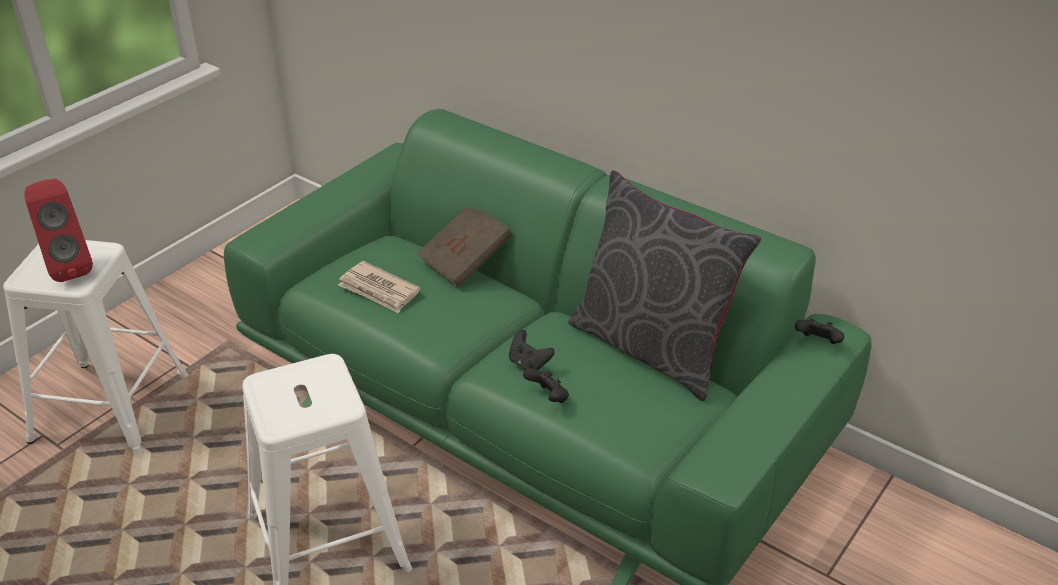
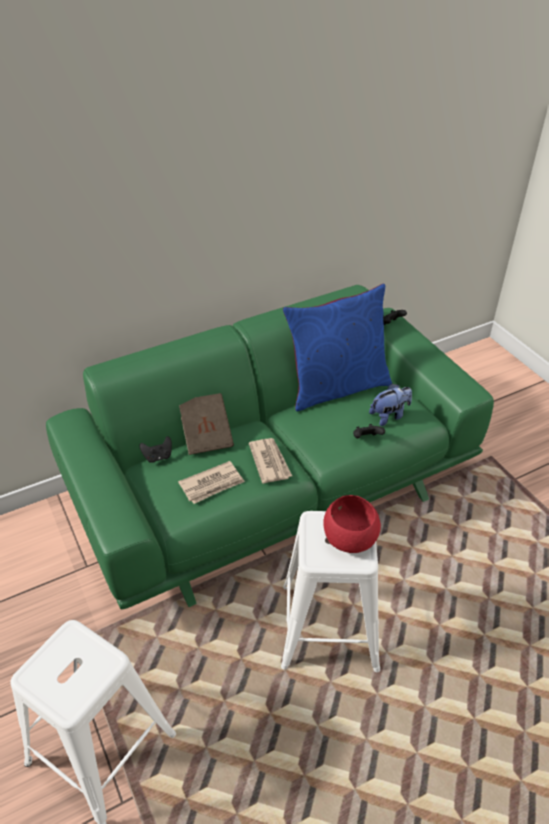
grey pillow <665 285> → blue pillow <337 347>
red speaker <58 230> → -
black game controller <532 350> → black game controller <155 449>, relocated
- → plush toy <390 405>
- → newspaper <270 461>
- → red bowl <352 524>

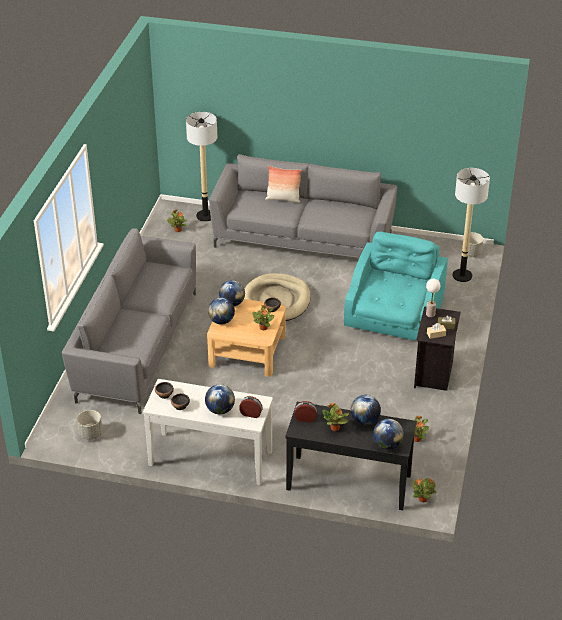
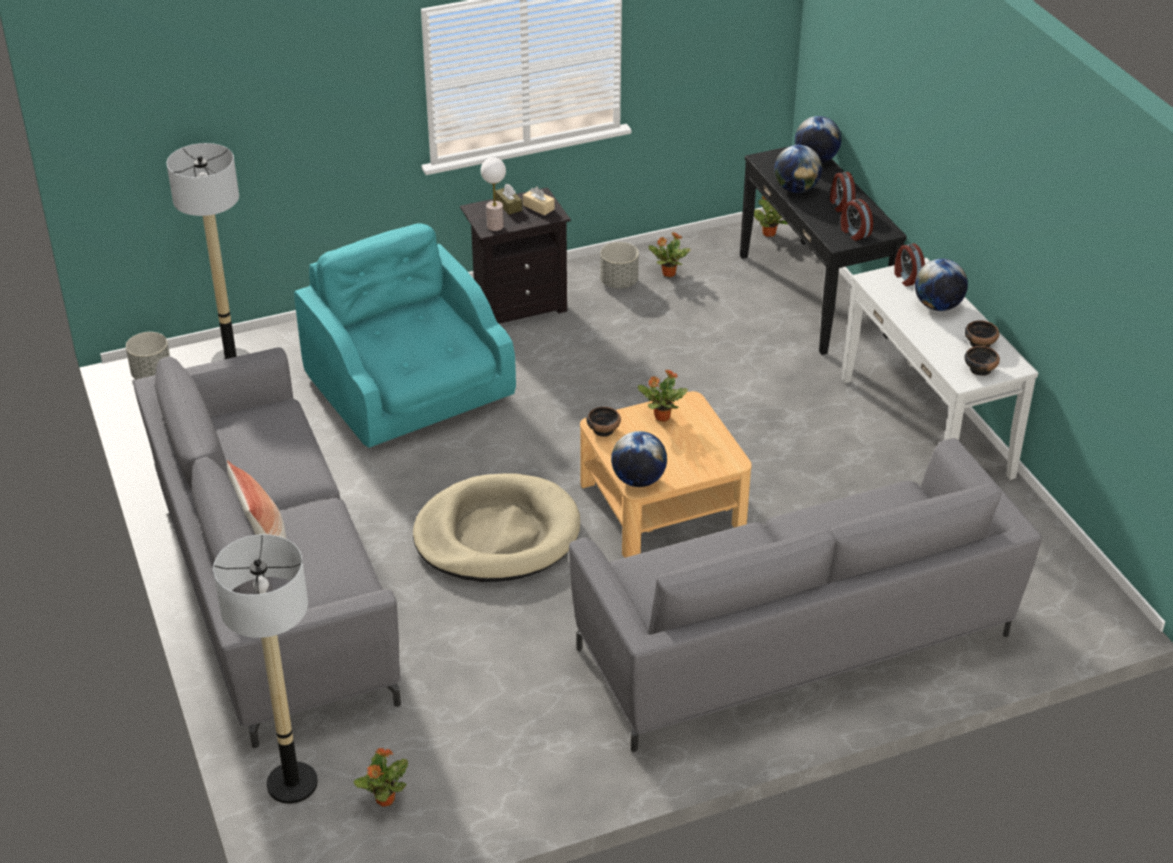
turquoise armchair <396 286> → turquoise armchair <405 335>, 75 degrees clockwise
globe <221 311> → -
potted plant <336 417> → alarm clock <842 192>
grey planter <90 425> → grey planter <619 265>, relocated

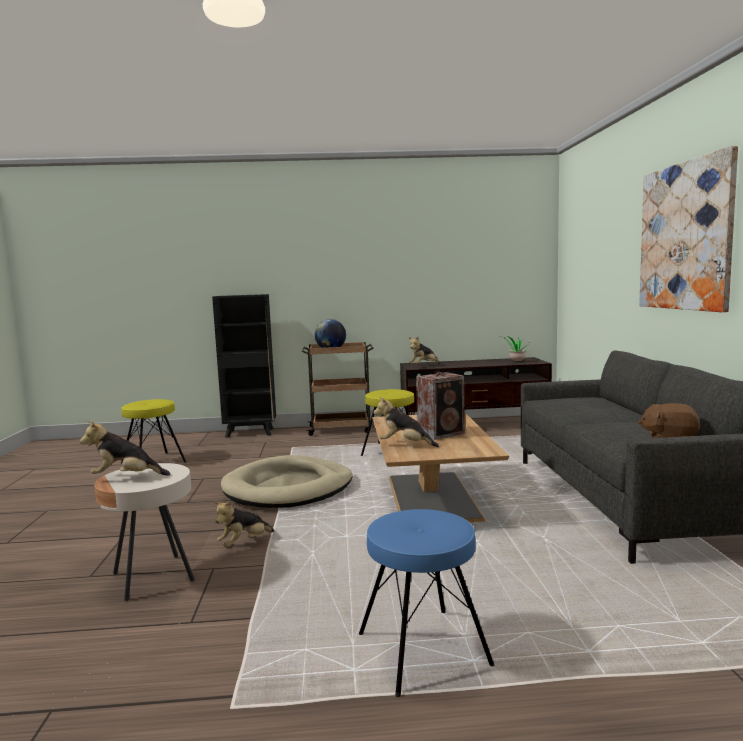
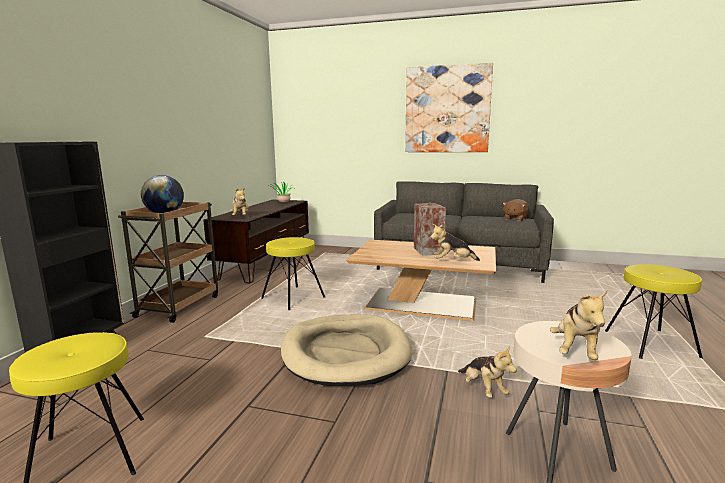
plush toy <406 422> → plush toy <455 242>, 45 degrees clockwise
blue stool <426 603> → yellow stool <654 311>

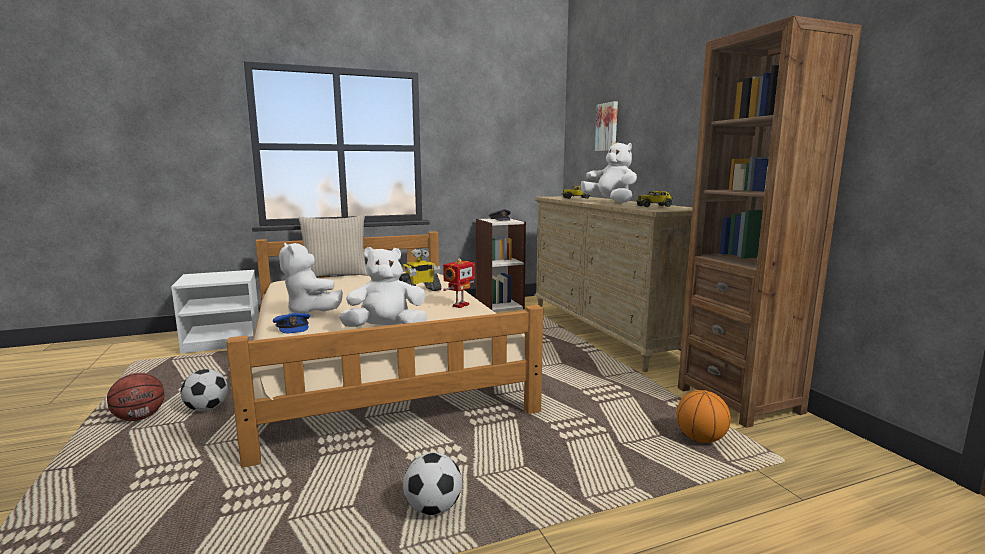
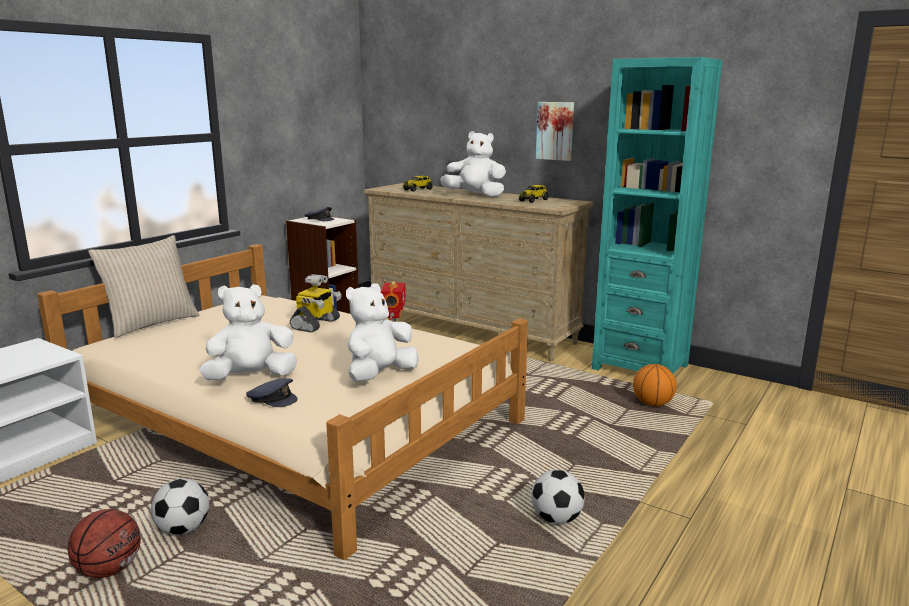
brown bookcase <770 222> → turquoise bookcase <657 215>
picture <606 126> → picture <555 131>, relocated
white plush toy <311 278> → white plush toy <248 332>, 135 degrees clockwise
blue cap <291 323> → grey cap <272 392>

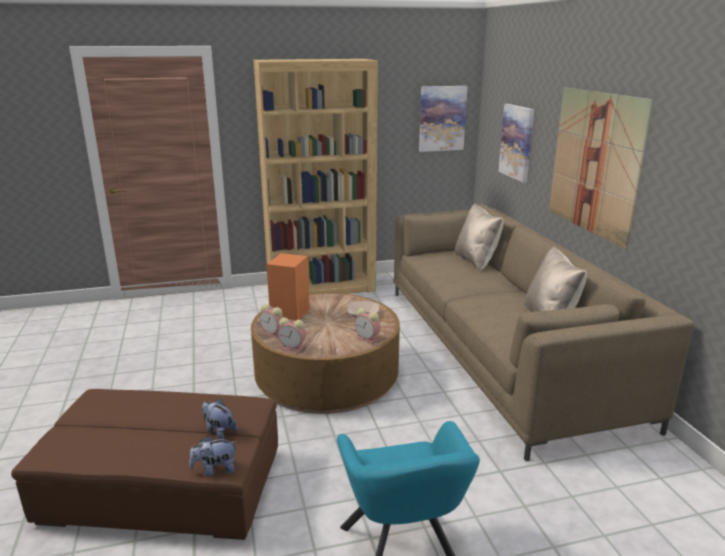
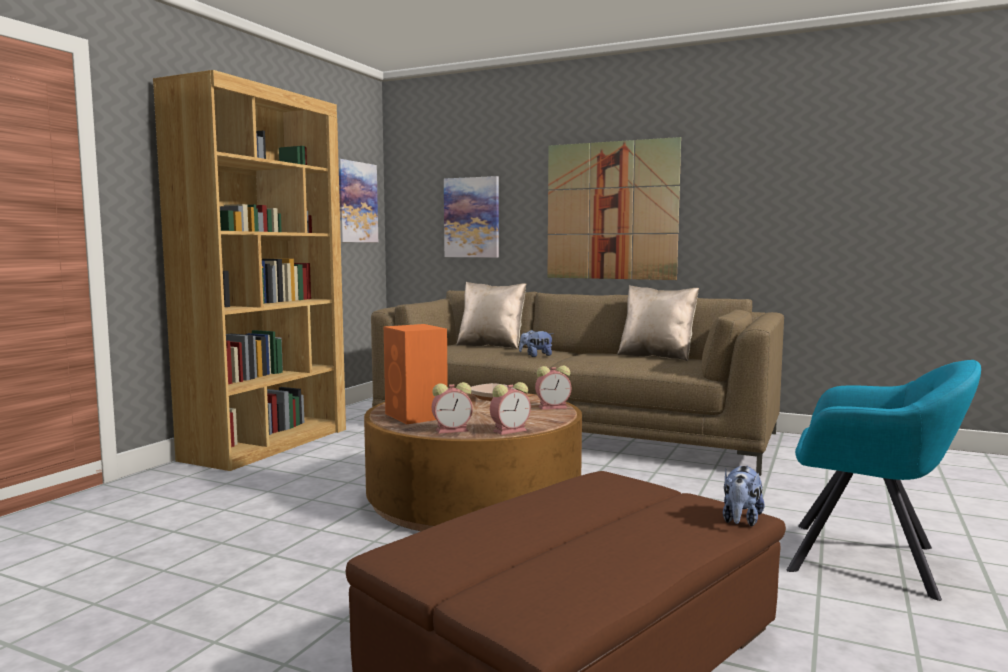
plush toy <219 419> → plush toy <536 343>, relocated

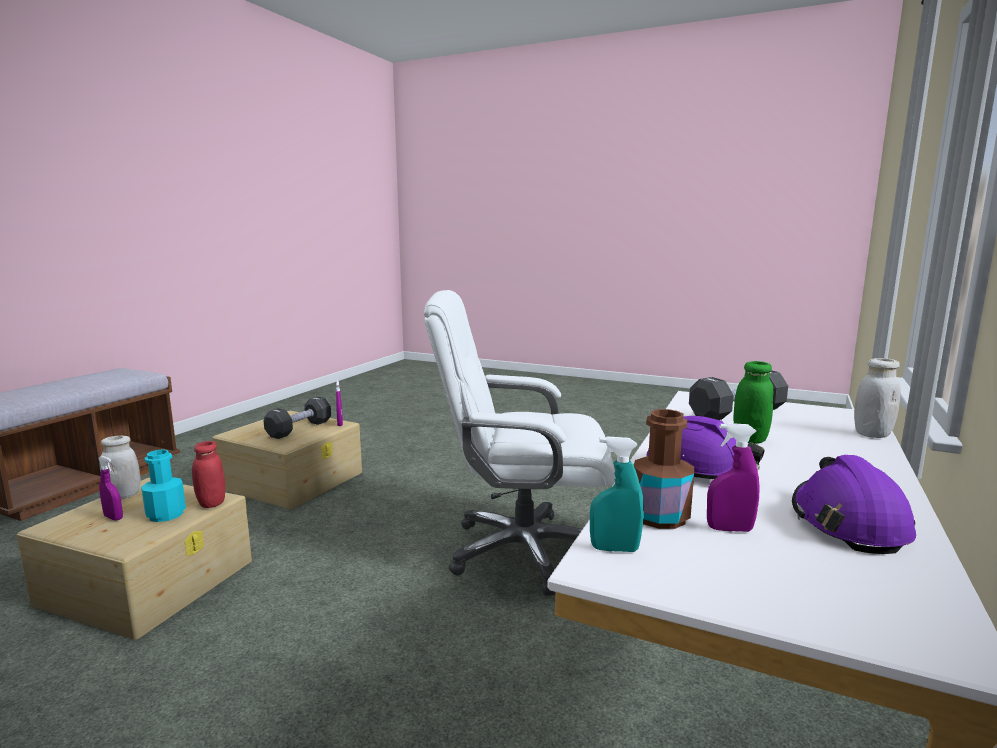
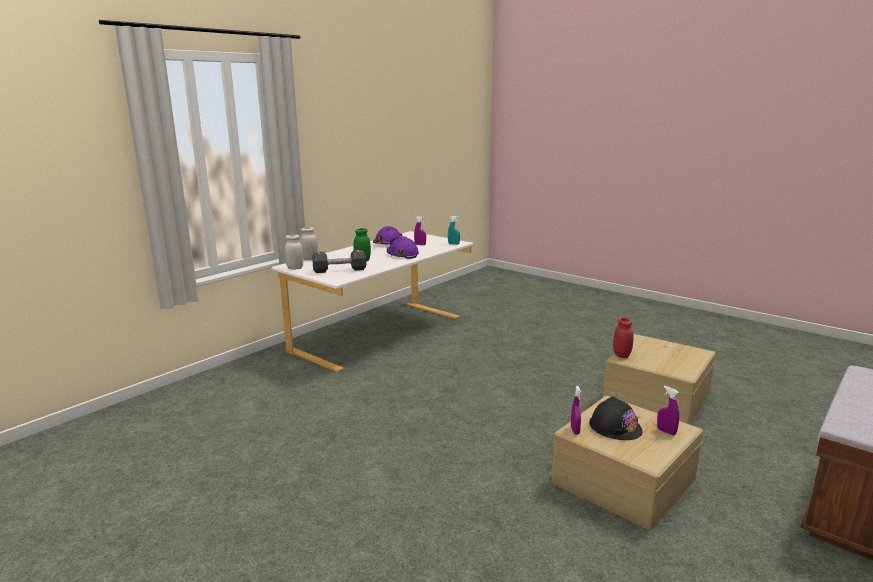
white office chair <519 443> → -
black dumbbell <297 417> → black hard hat <615 418>
brown bottle <664 469> → -
white jar <120 467> → white jar <294 252>, relocated
turquoise bottle <163 485> → -
purple spray bottle <110 488> → purple spray bottle <668 411>, relocated

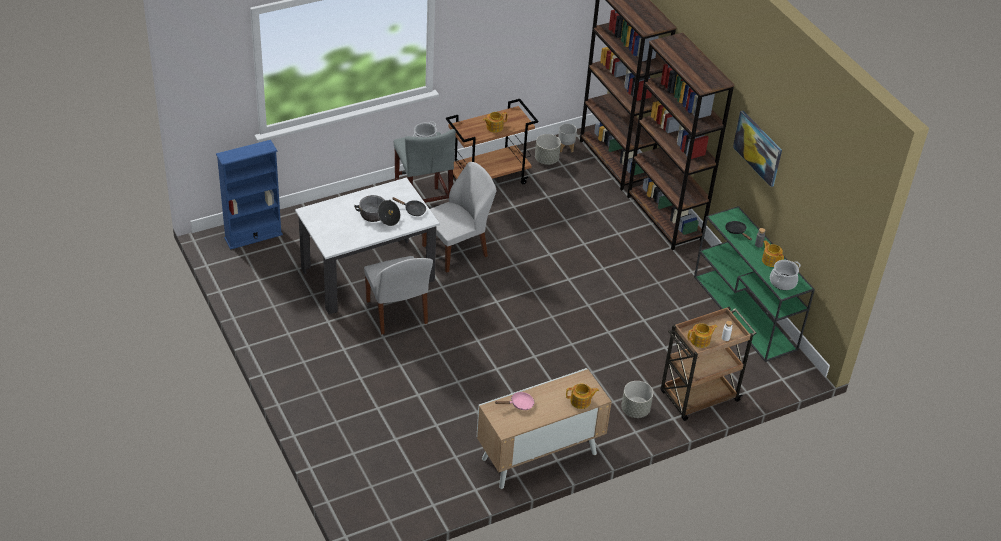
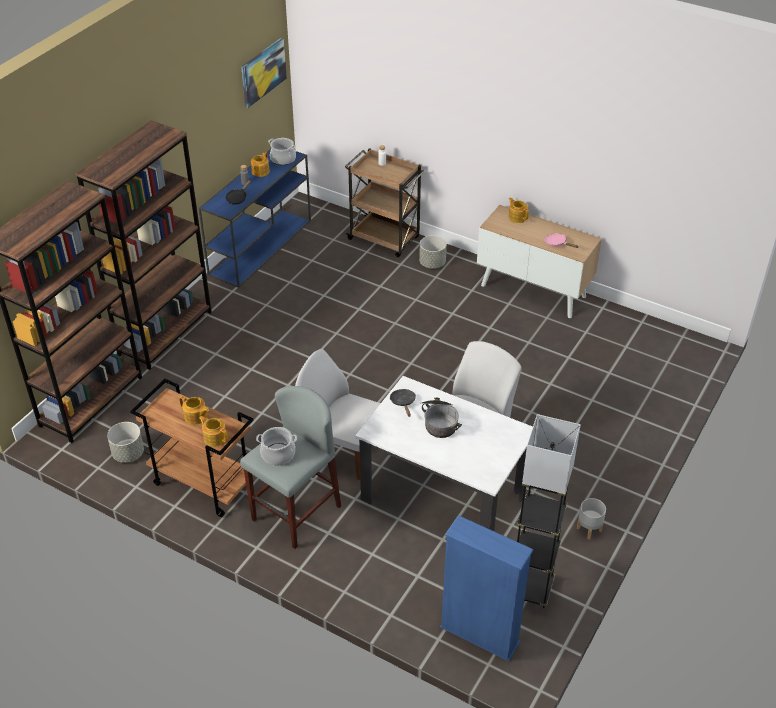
picture <757 149> → picture <264 73>, relocated
grey planter <567 138> → grey planter <591 518>, relocated
green console table <754 284> → blue console table <255 218>
teapot <702 335> → teapot <213 431>, relocated
- → grey floor lamp <549 511>

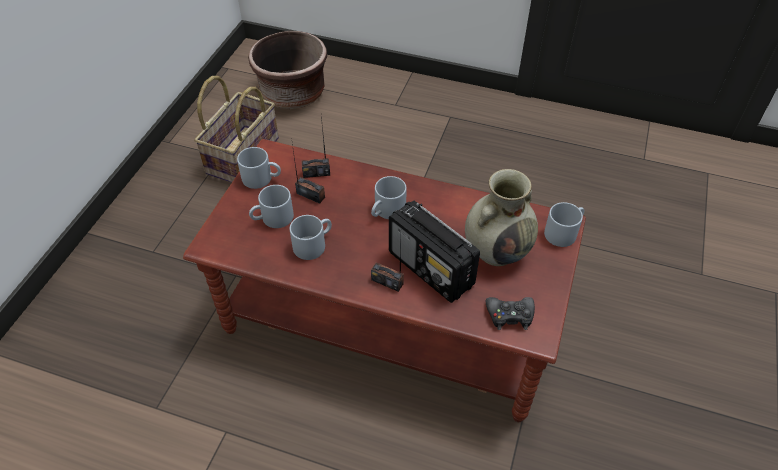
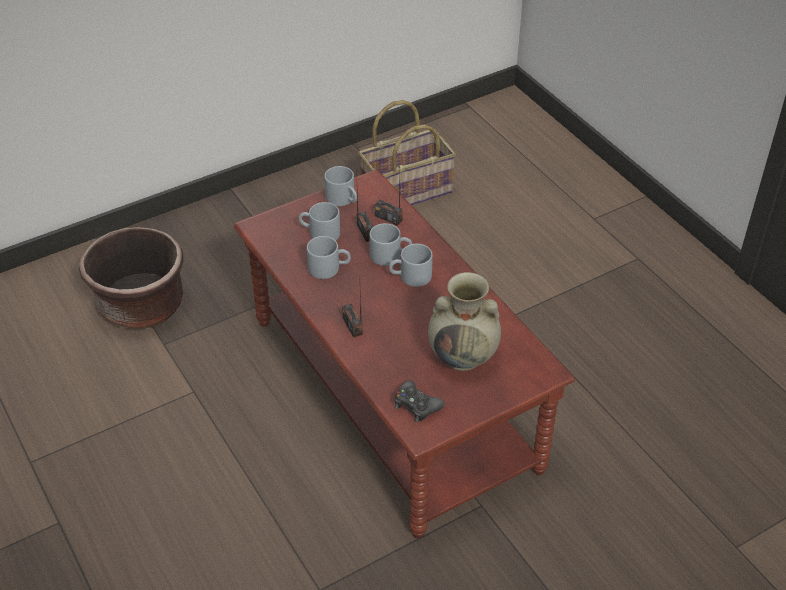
brown planter <287 70> → brown planter <131 278>, relocated
radio <434 252> → -
grey mug <564 224> → grey mug <390 244>, relocated

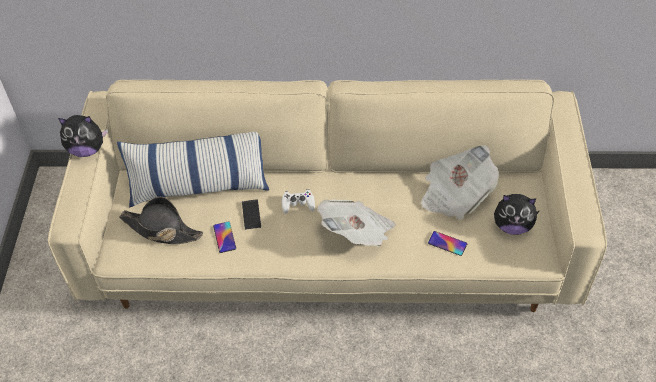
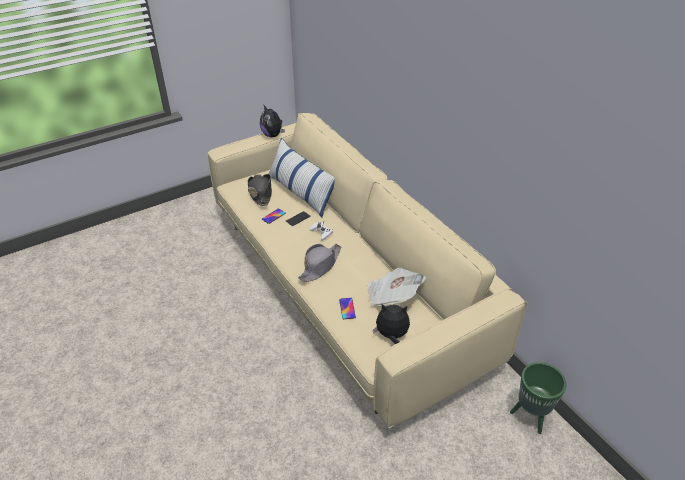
plush toy <517 214> → plush toy <391 324>, 120 degrees clockwise
newspaper <356 223> → grey hat <319 263>
- → green planter <538 398>

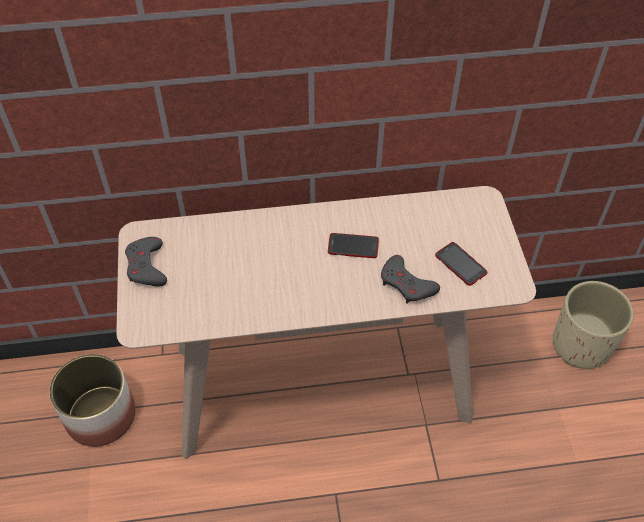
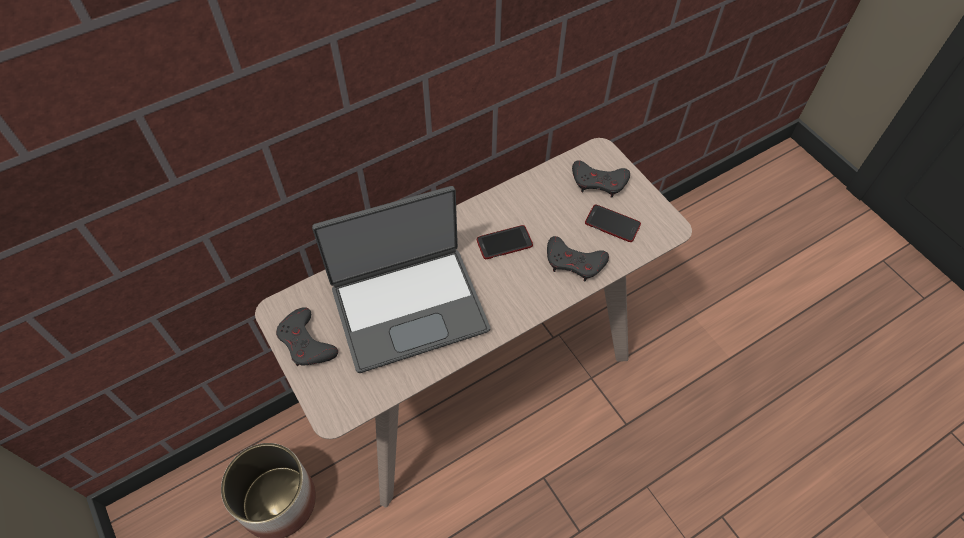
beige planter <593 325> → -
- → grey game controller <601 178>
- → laptop <401 279>

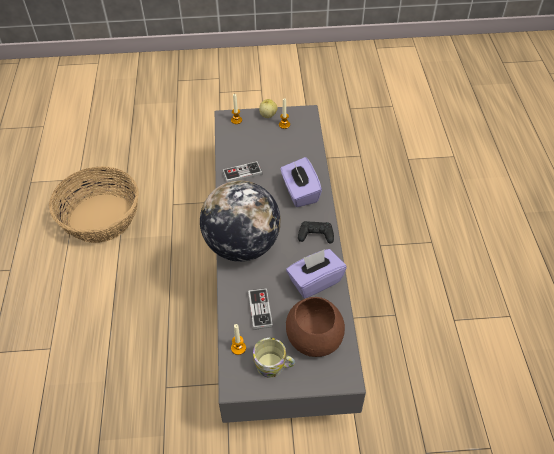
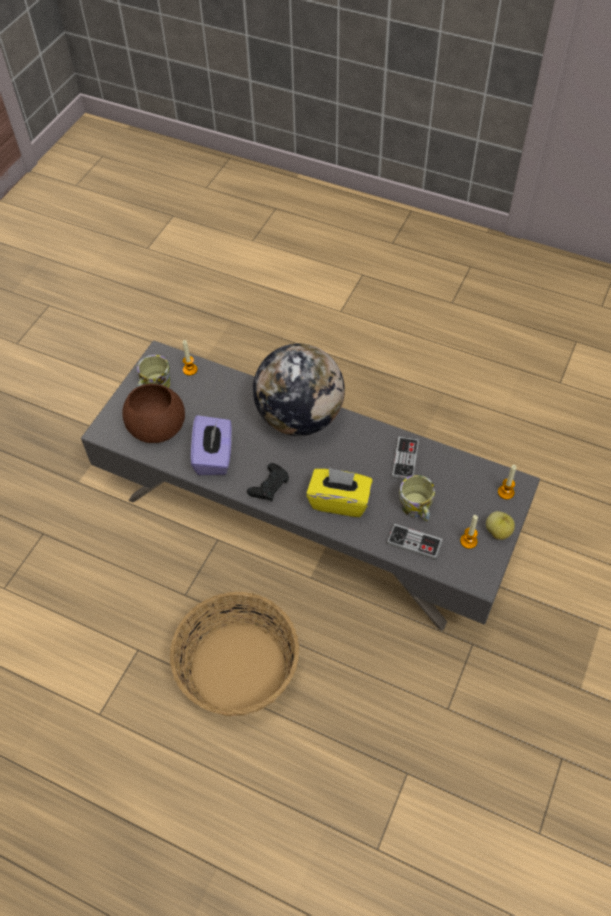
purple tissue box <301 182> → yellow tissue box <339 492>
basket <94 204> → basket <234 654>, relocated
game controller <260 309> → game controller <415 542>, relocated
- → mug <417 498>

